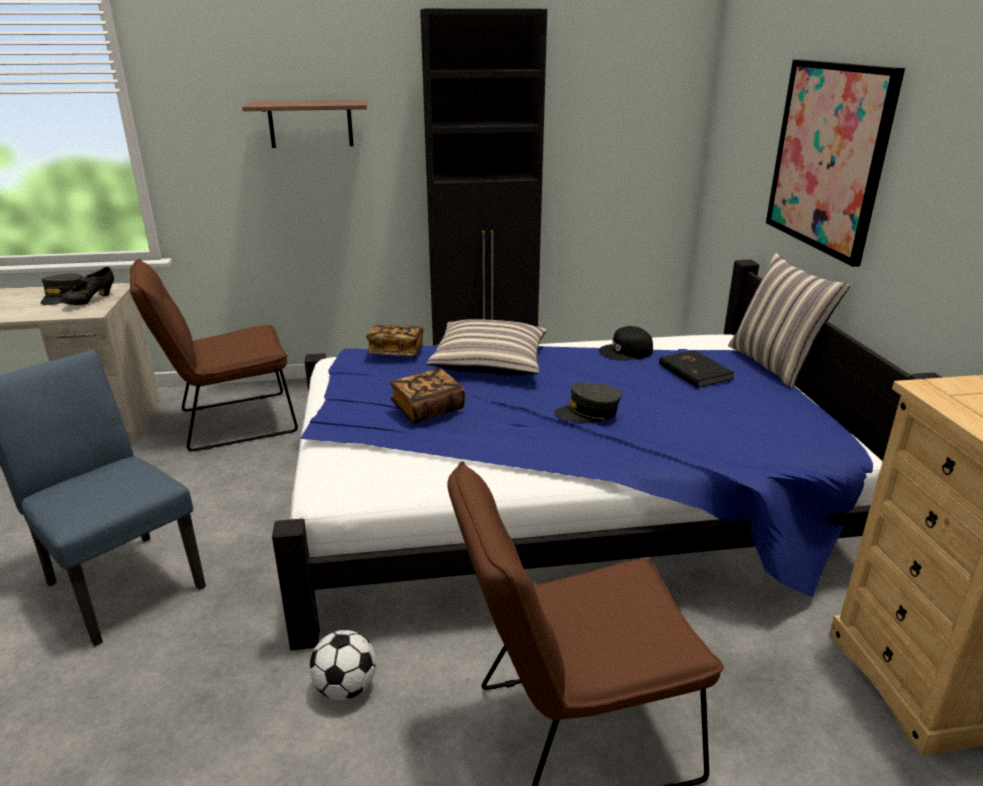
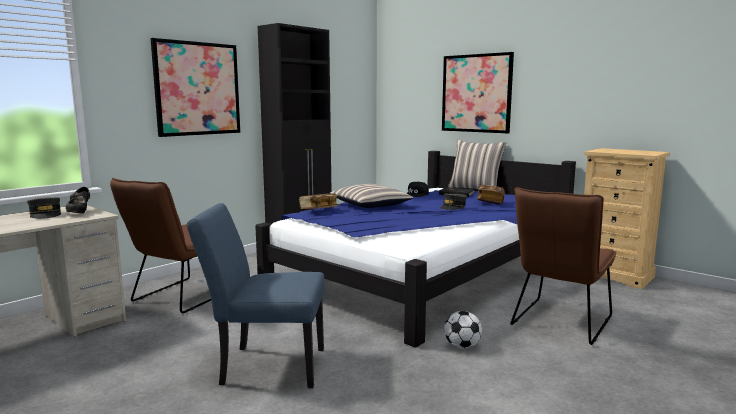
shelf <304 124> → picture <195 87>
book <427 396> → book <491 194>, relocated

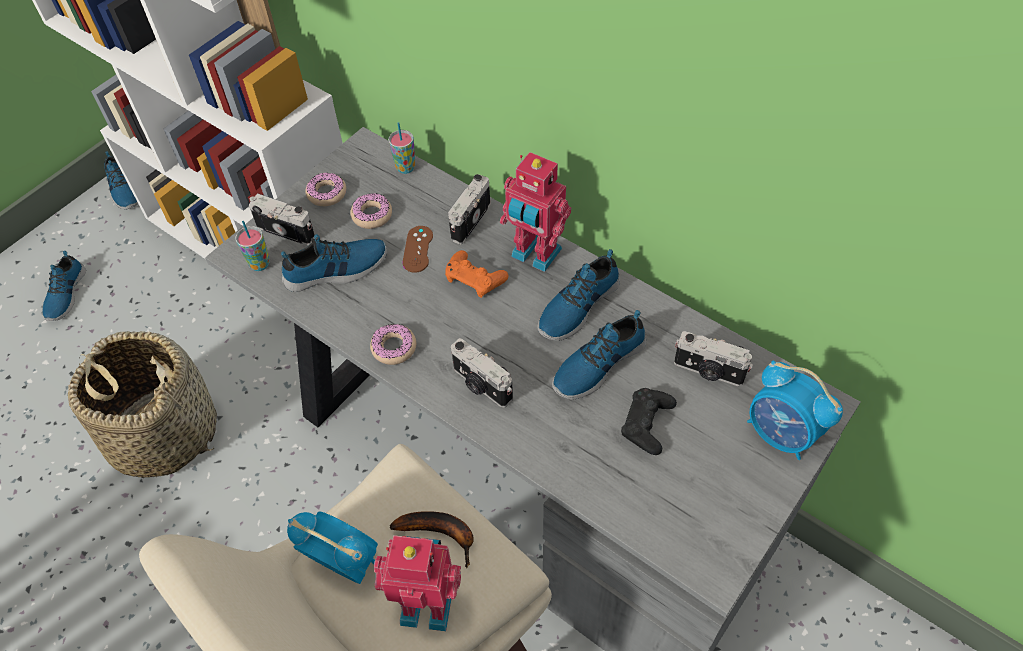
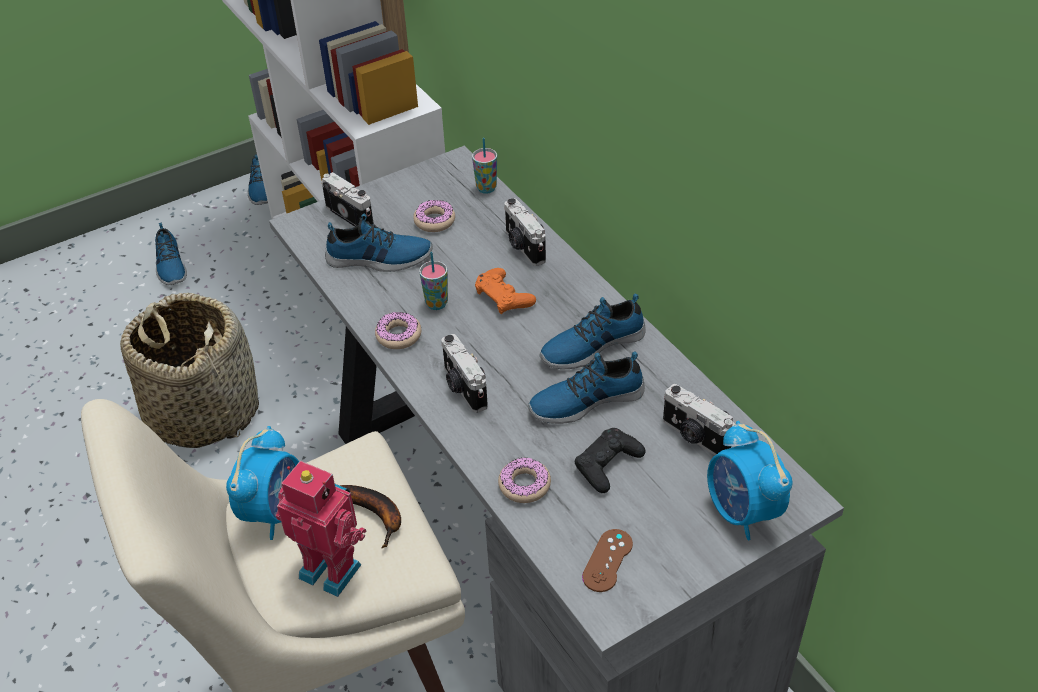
toy robot <535 212> → -
donut <325 189> → donut <524 480>, relocated
photo camera <469 209> → photo camera <525 232>, 75 degrees counterclockwise
cup <252 246> → cup <433 281>, relocated
brown game controller <418 249> → brown game controller <607 560>, relocated
shoe <64 286> → shoe <171 254>, 45 degrees counterclockwise
alarm clock <332 547> → alarm clock <262 483>, 60 degrees clockwise

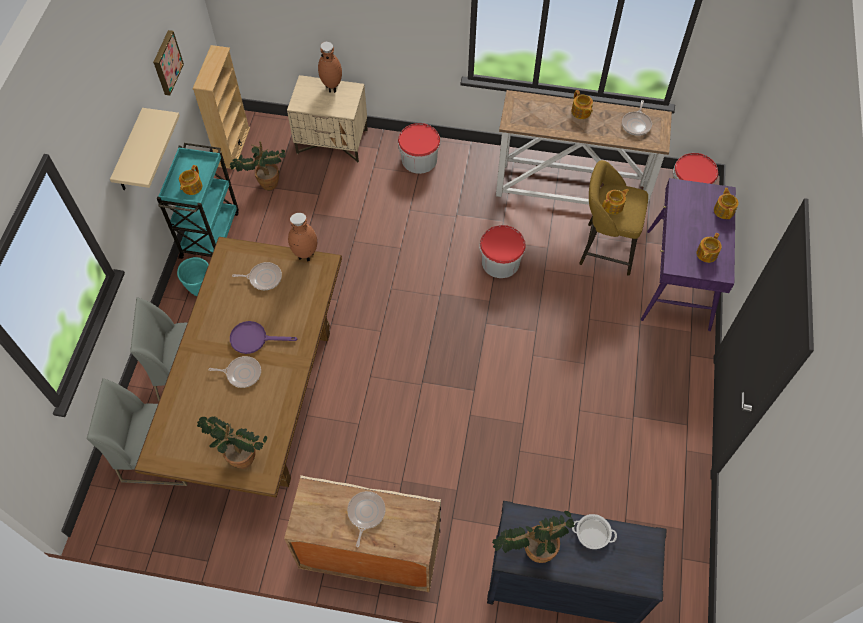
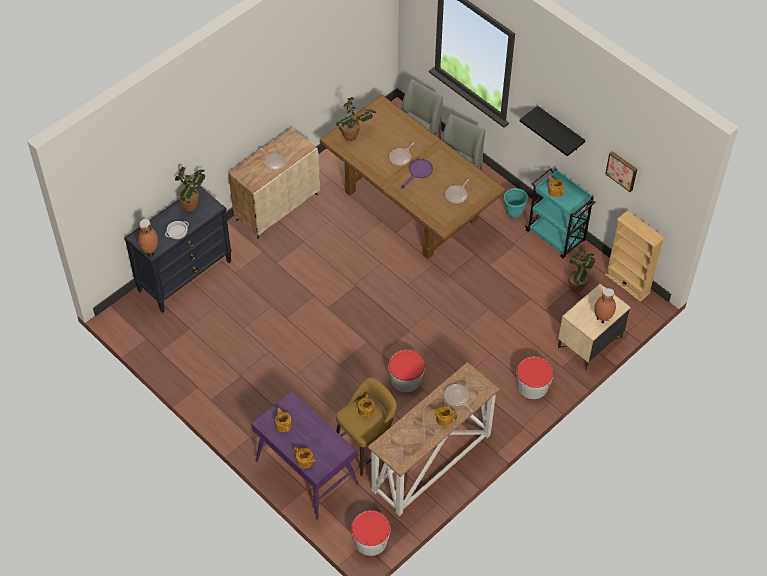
frying pan <637 118> → frying pan <458 398>, relocated
beige shelf <145 149> → black shelf <552 131>
brown vase <302 237> → brown vase <148 238>, relocated

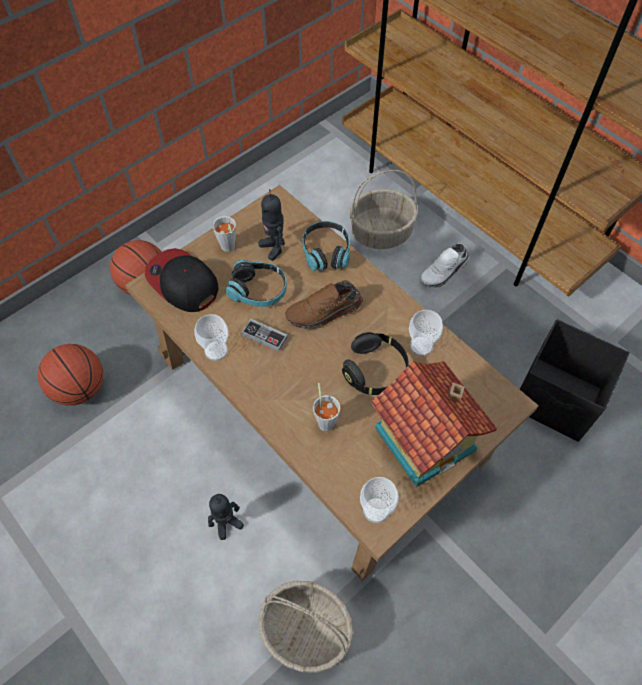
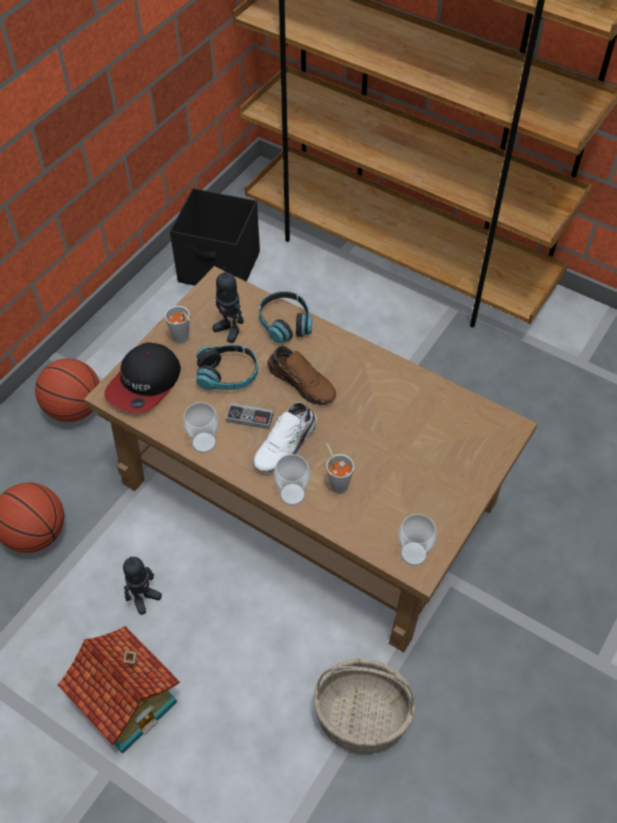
basket <383 209> → -
white shoe <444 265> → white shoe <285 437>, relocated
cap <182 280> → cap <142 378>, 90 degrees counterclockwise
brown shoe <324 304> → brown shoe <301 375>, 105 degrees counterclockwise
cup <426 333> → cup <292 480>, relocated
black storage box <574 380> → black storage box <215 237>, relocated
black headphones <375 363> → -
toy house <433 424> → toy house <119 690>, relocated
toy robot <226 517> → toy robot <142 586>, relocated

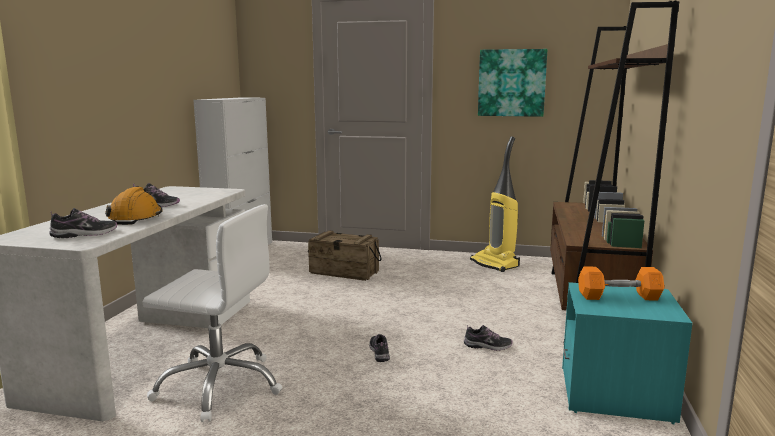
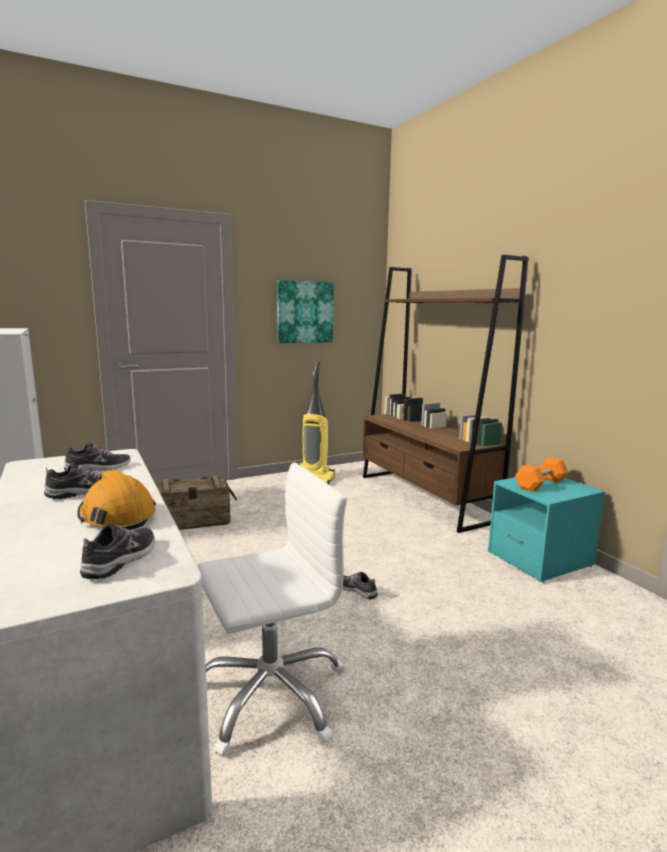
shoe <488 338> → shoe <97 456>, relocated

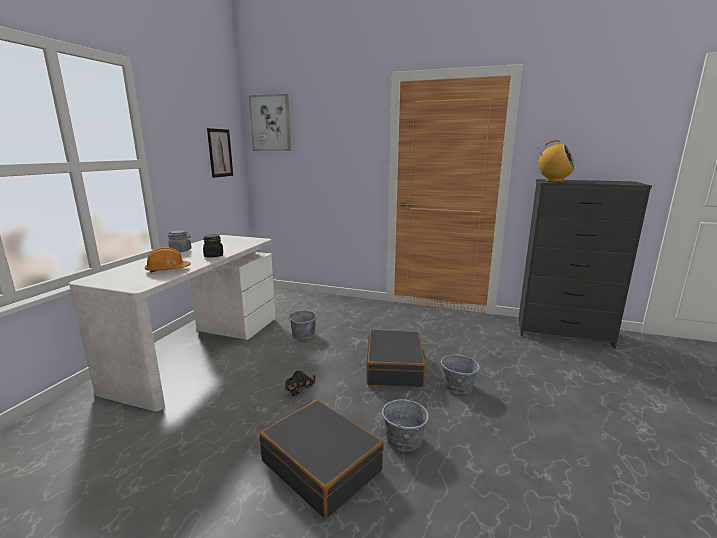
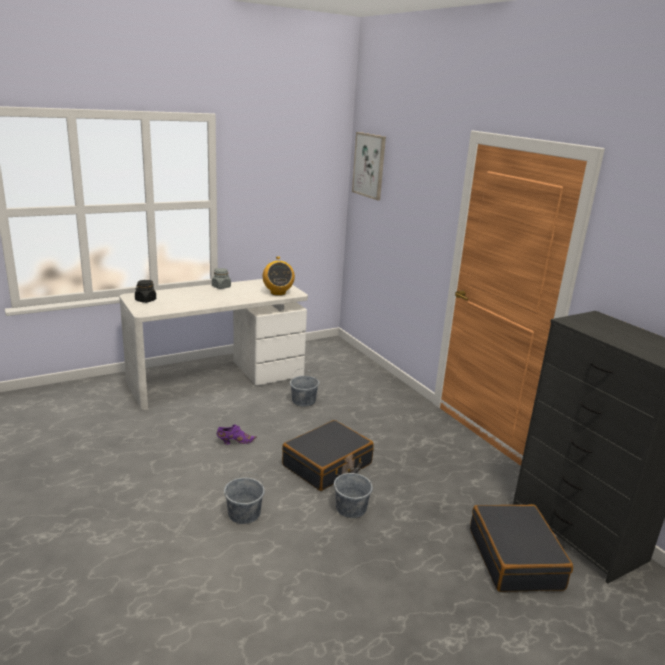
picture <220 153> → -
radio <556 161> → radio <279 276>, relocated
black jar <213 246> → black jar <145 291>, relocated
orange hard hat <168 260> → -
black shoe <300 383> → purple shoe <237 434>
black suitcase <321 459> → black suitcase <521 548>, relocated

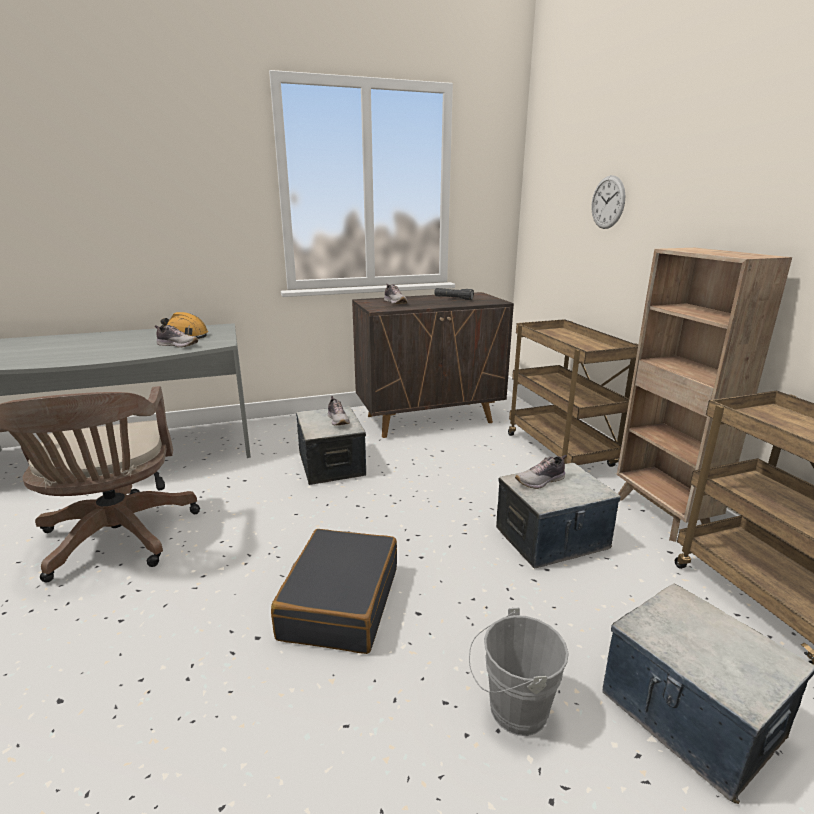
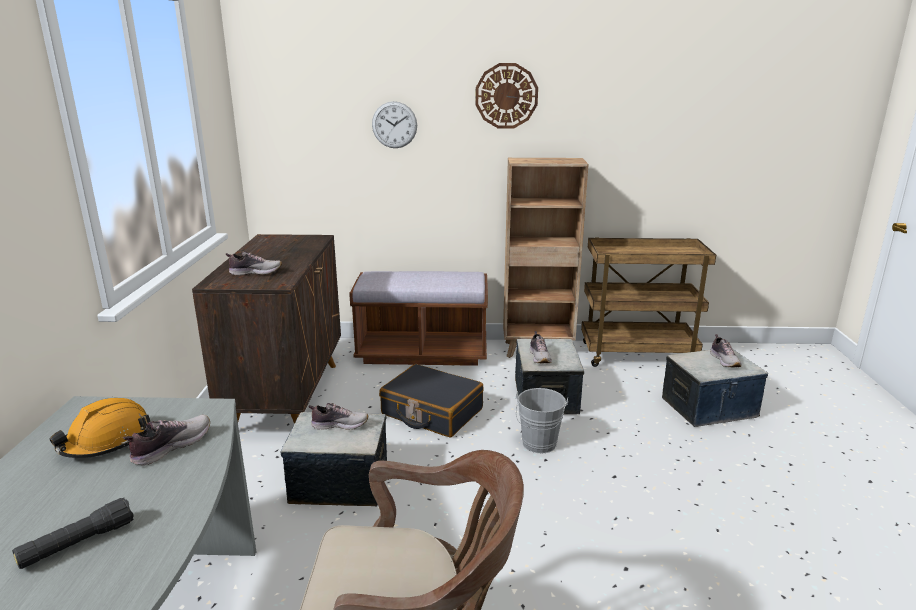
black flashlight <454 294> → black flashlight <73 533>, relocated
brown cart <573 393> → brown bench <418 318>
black suitcase <334 591> → black suitcase <431 400>, relocated
grey bucket <519 671> → grey bucket <542 421>, relocated
- → wall clock <506 95>
- → shoe <726 350>

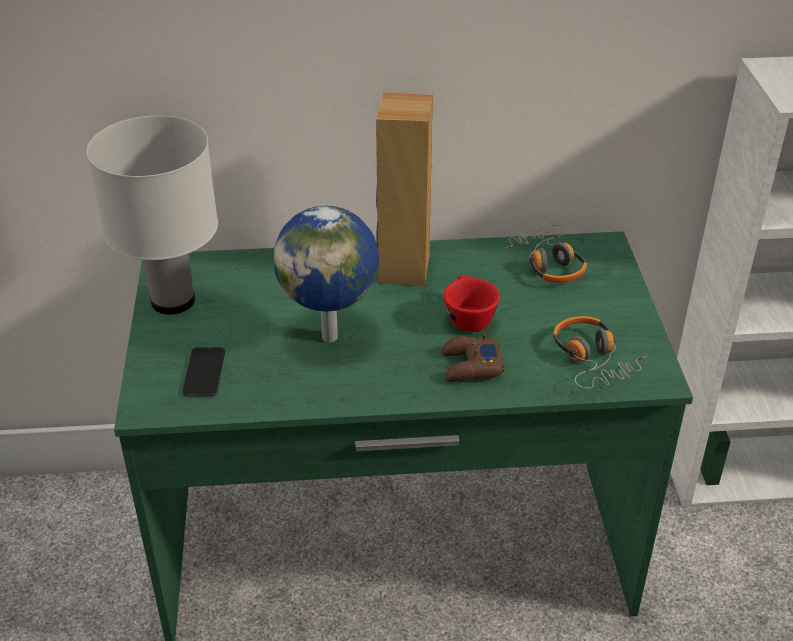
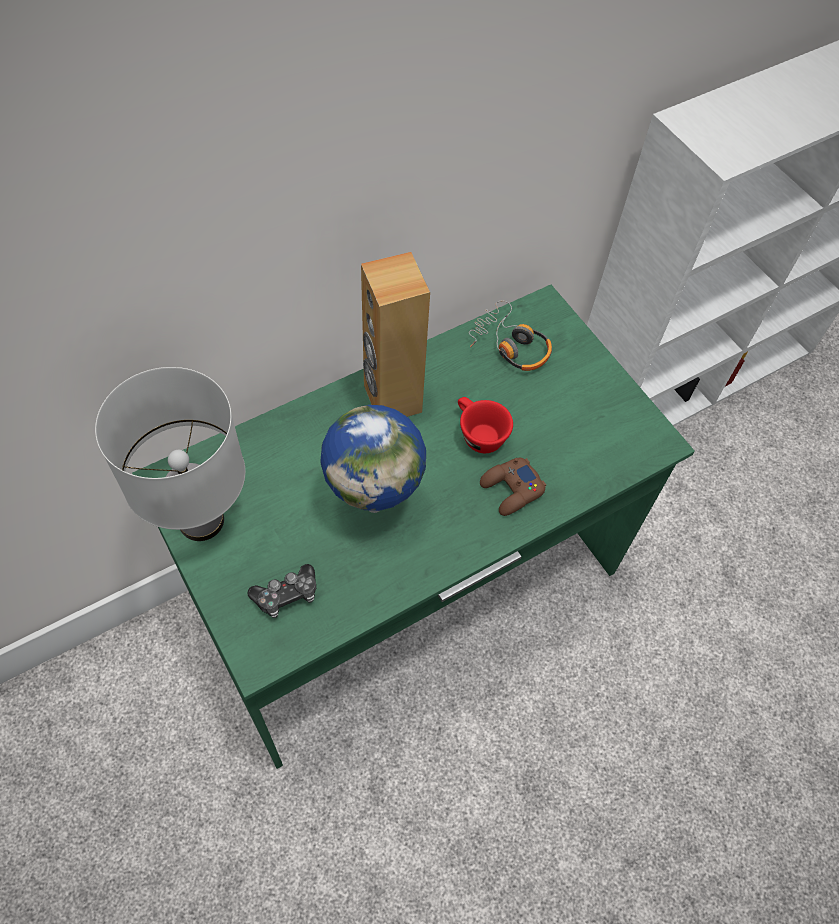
headphones <600 352> → -
phone <203 372> → game controller <282 591>

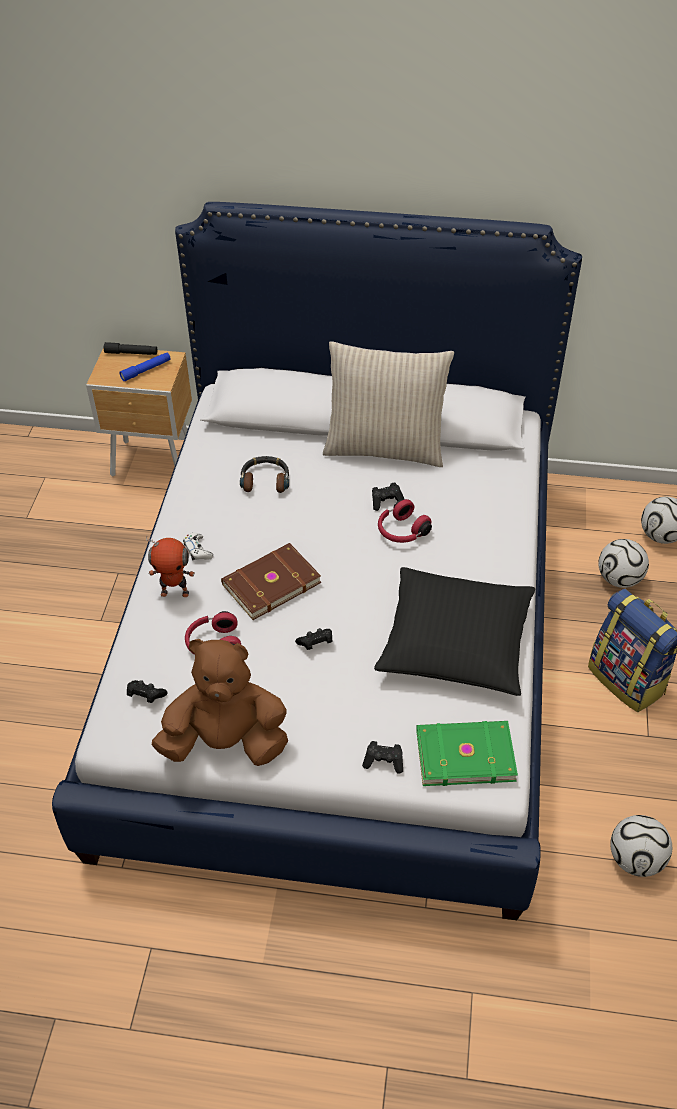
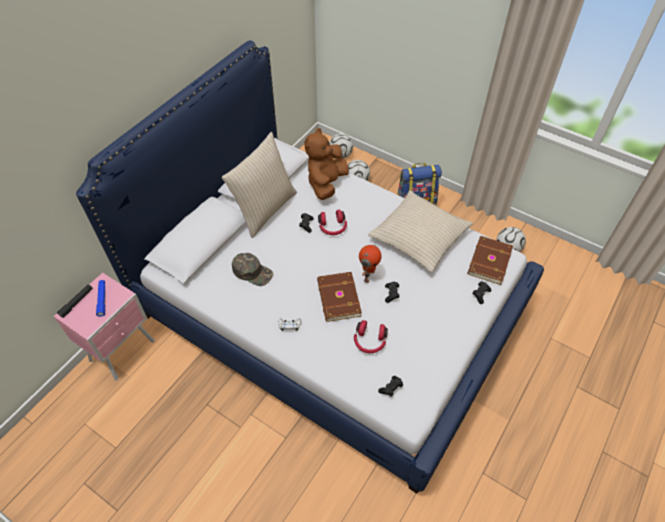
brown nightstand <139 412> → pink nightstand <104 326>
headphones <264 474> → green cap <252 269>
toy robot <170 567> → toy robot <370 264>, relocated
black pillow <454 631> → beige pillow <420 231>
brown plush toy <220 702> → brown plush toy <326 164>, relocated
green book <467 753> → brown book <490 260>

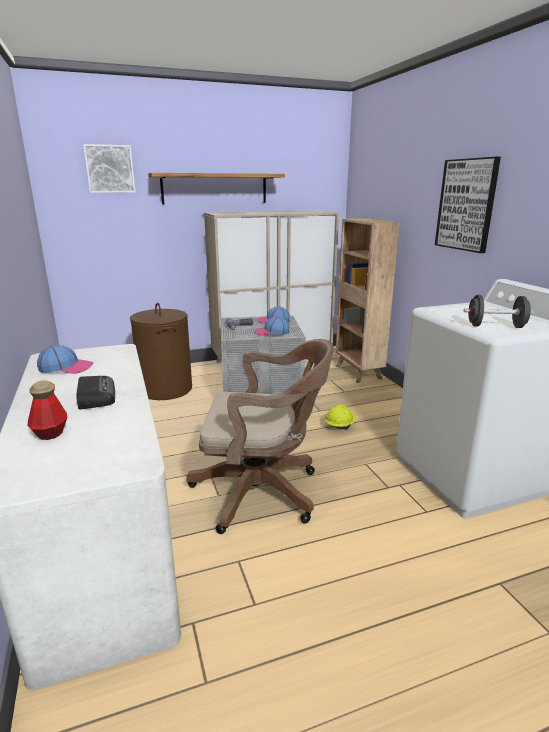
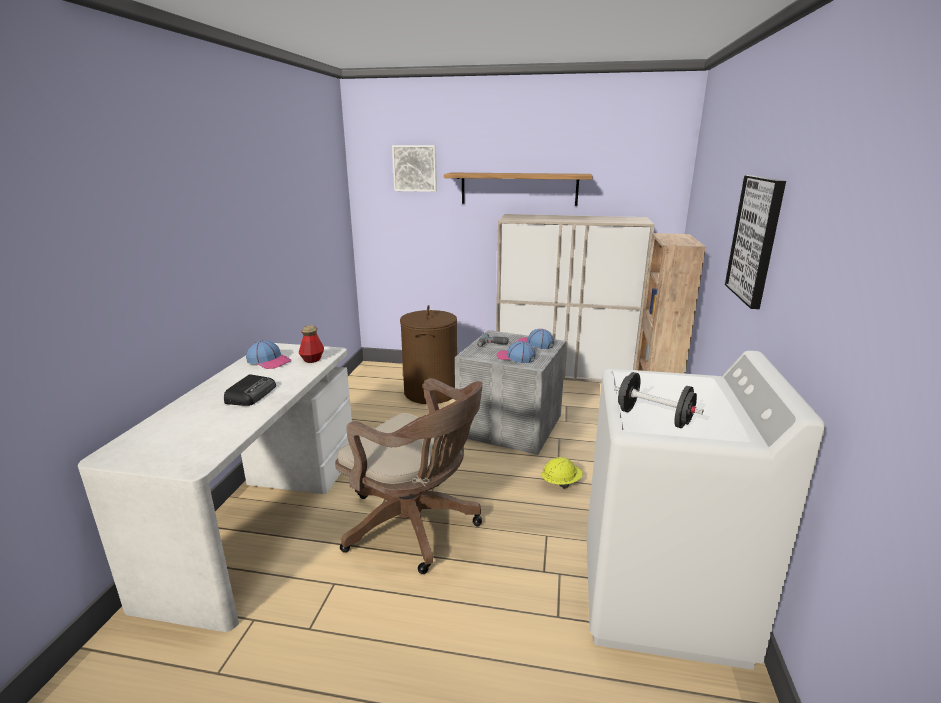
bottle <47 410> → bottle <311 344>, relocated

